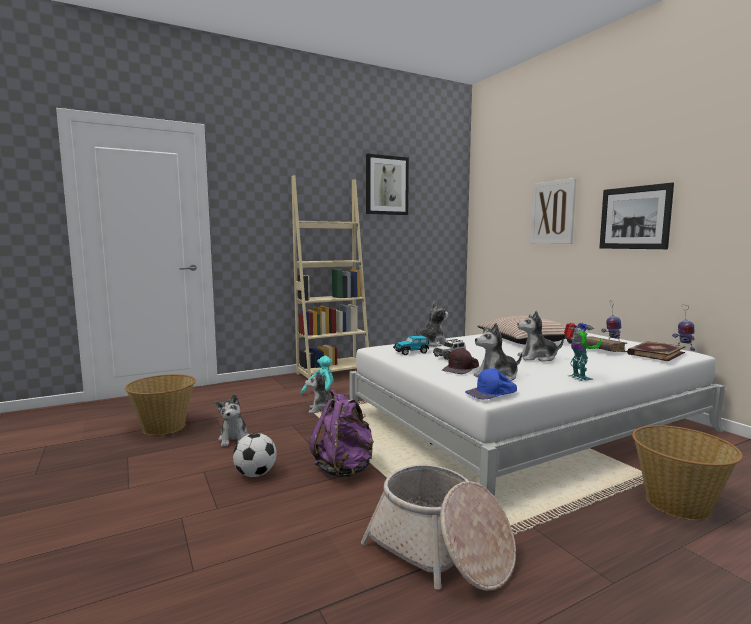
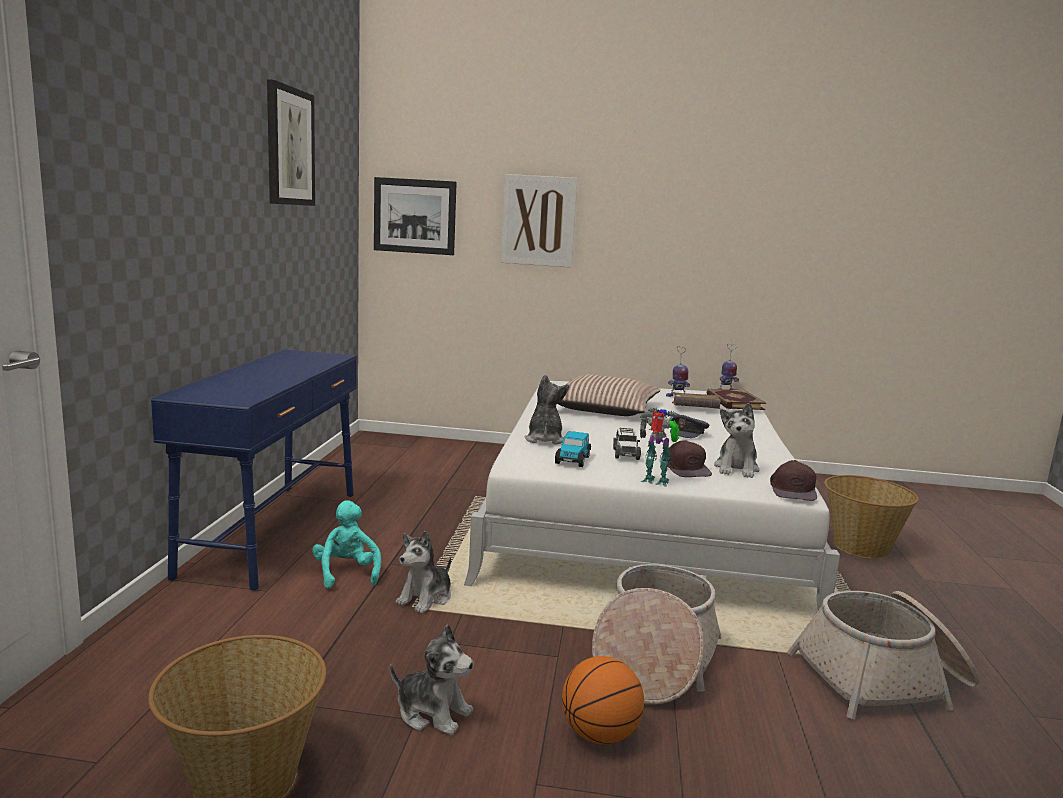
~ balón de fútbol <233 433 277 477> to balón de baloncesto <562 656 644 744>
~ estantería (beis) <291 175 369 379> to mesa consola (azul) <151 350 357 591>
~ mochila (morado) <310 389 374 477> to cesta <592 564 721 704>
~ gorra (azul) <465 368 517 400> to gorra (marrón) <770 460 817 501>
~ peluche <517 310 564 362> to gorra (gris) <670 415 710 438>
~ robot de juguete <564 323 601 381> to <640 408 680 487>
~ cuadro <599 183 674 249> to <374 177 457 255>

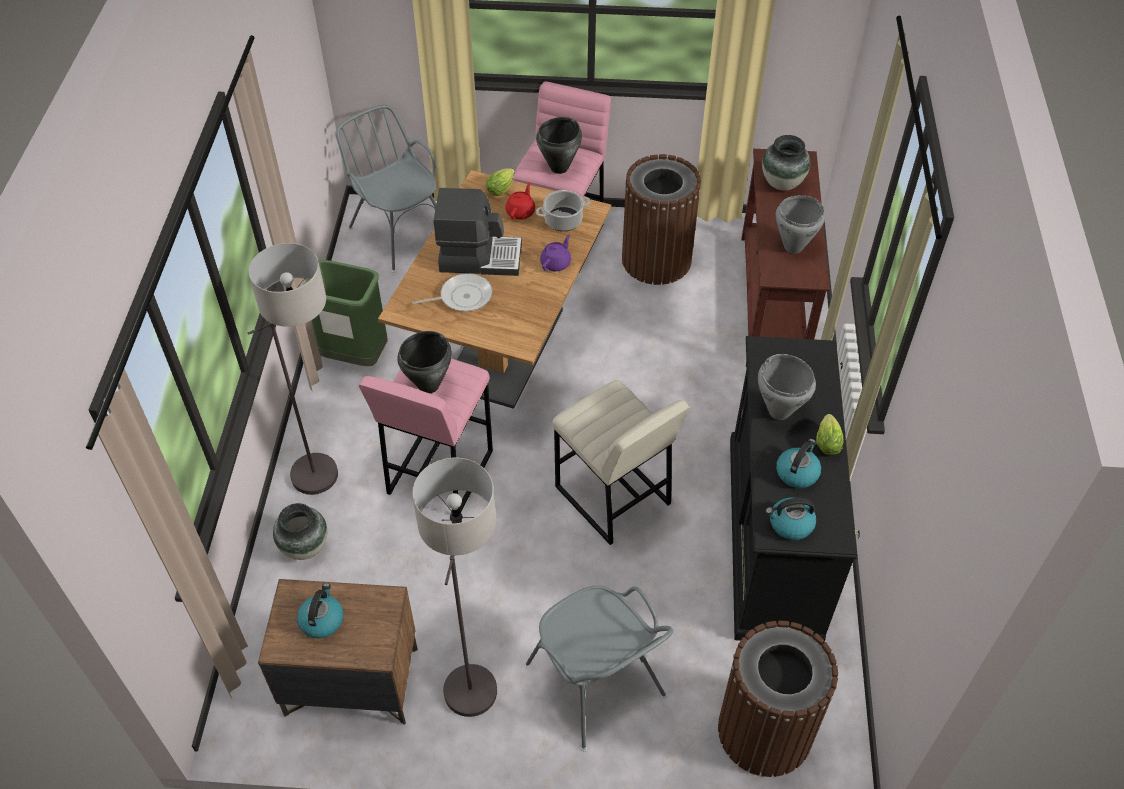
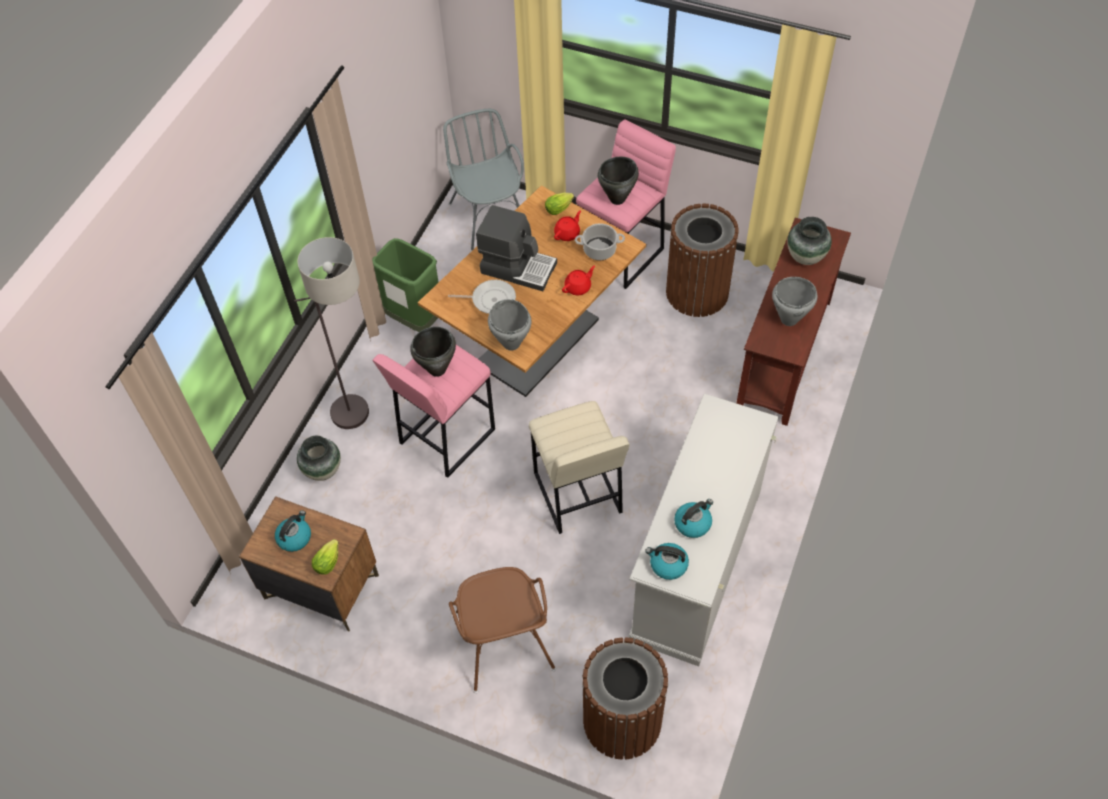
- lámpara de pie (gris) <412 458 497 717>
~ silla (gris) <525 585 673 751> to silla (marrón) <449 567 556 693>
~ tetera (morado) <540 234 571 271> to tetera (rojo) <562 265 595 295>
~ cómoda (negro) <730 336 860 643> to cómoda (blanco) <628 394 779 666>
~ olla (gris) <758 354 816 420> to <488 299 531 351>
~ lechuga <816 414 844 455> to <312 539 339 575>

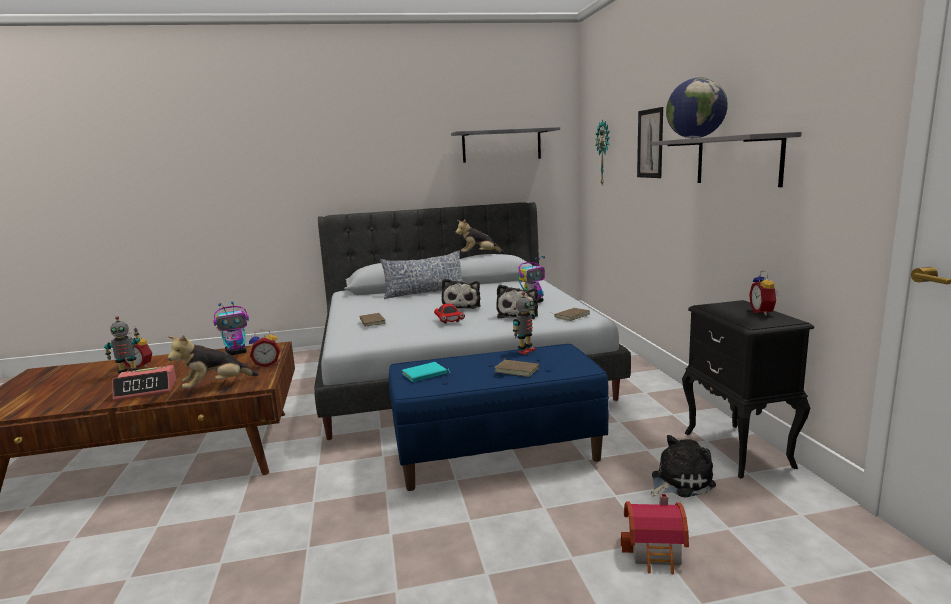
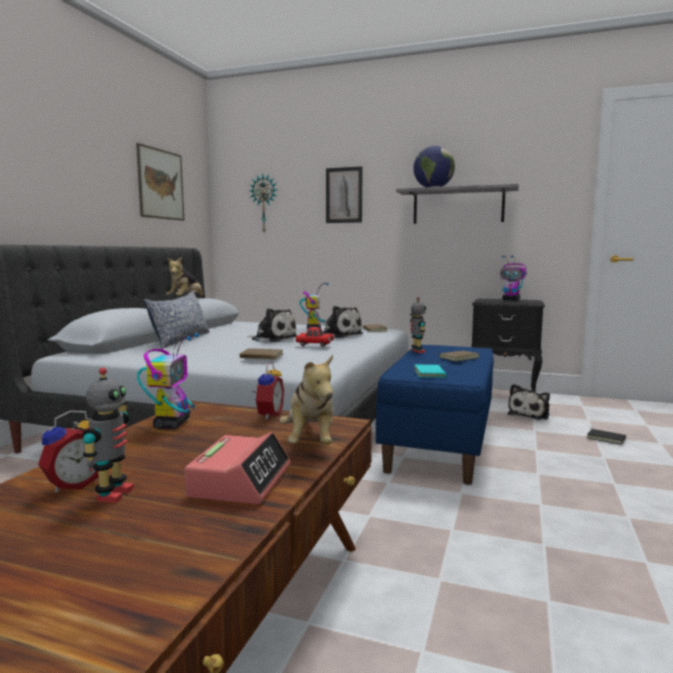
~ estante (gris) <451 127 560 163> to cuadro <136 143 185 221>
~ casita <621 493 689 574> to libro (negro) <586 427 626 445>
~ peluche <650 435 716 497> = <508 384 550 420> 150 degrees counterclockwise
~ despertador <749 271 779 316> to robot de juguete <500 256 527 300>

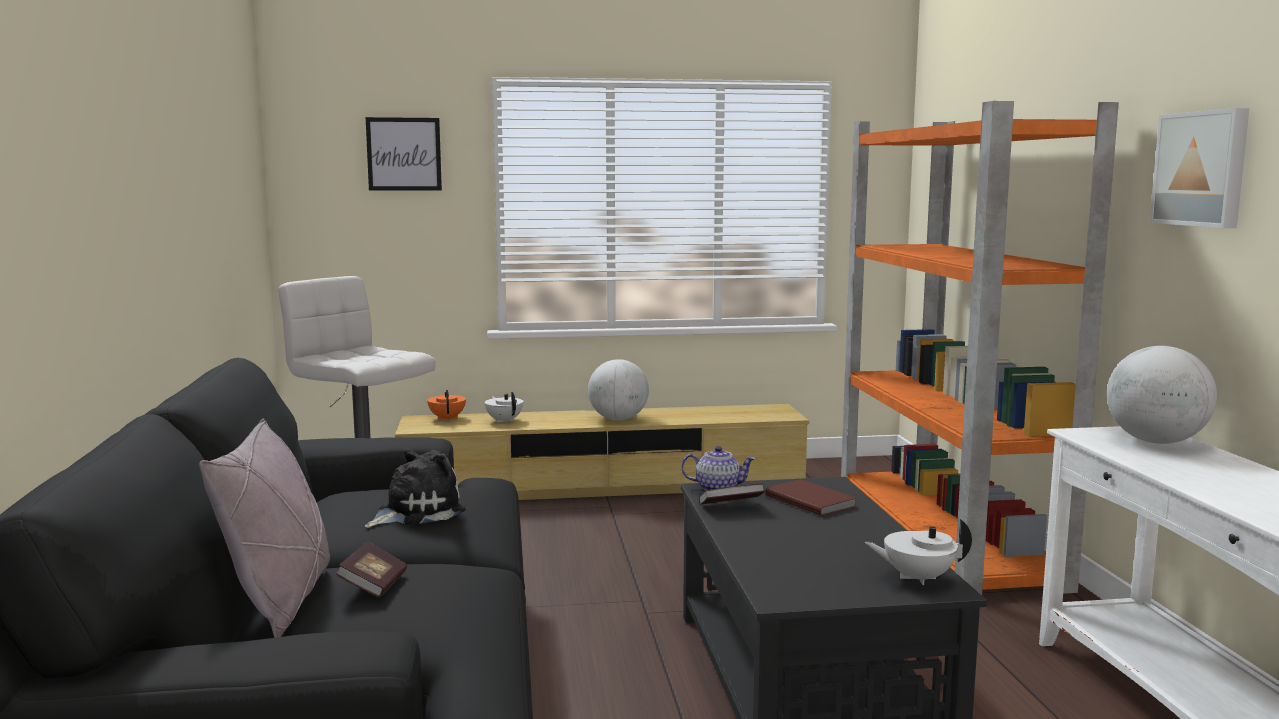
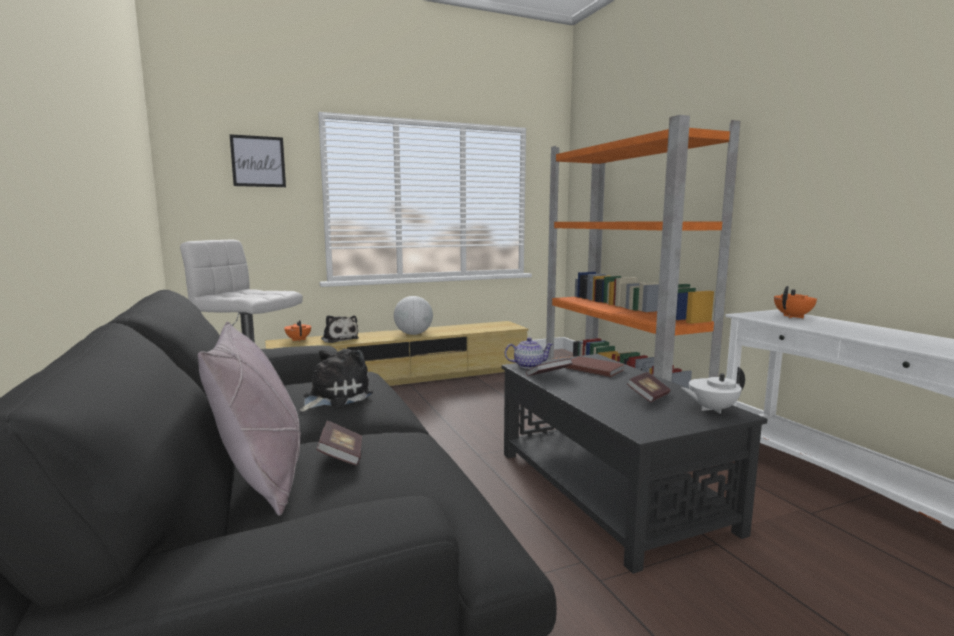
~ tetera (blanco) <485 392 523 423> to peluche <321 315 359 343>
~ globo terráqueo <1107 346 1217 444> to tetera (naranja) <774 286 817 318>
- cuadro <1150 108 1249 228>
+ libro <627 372 670 402>

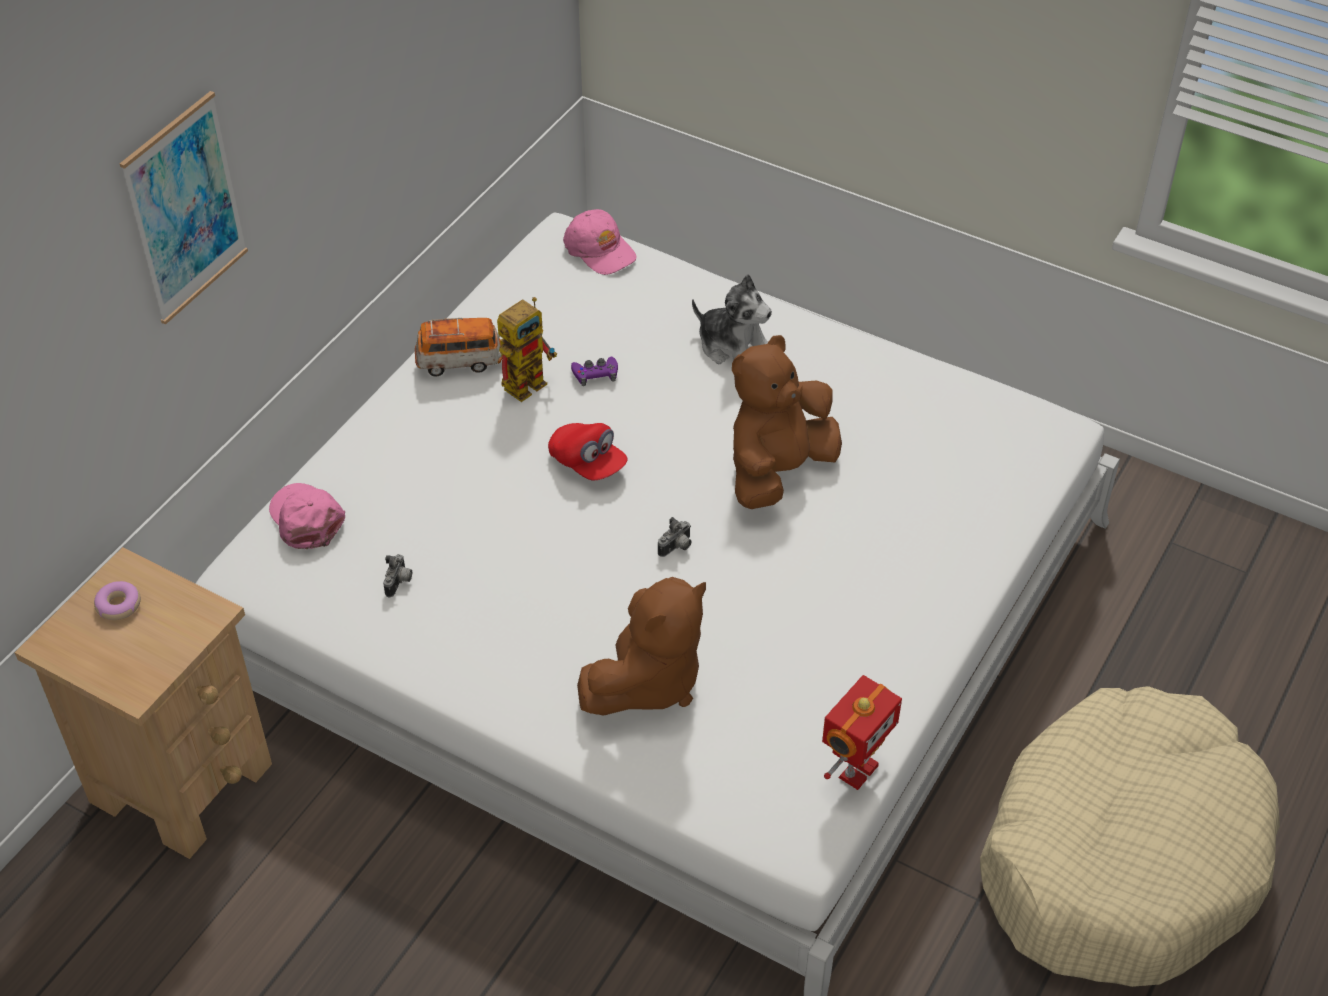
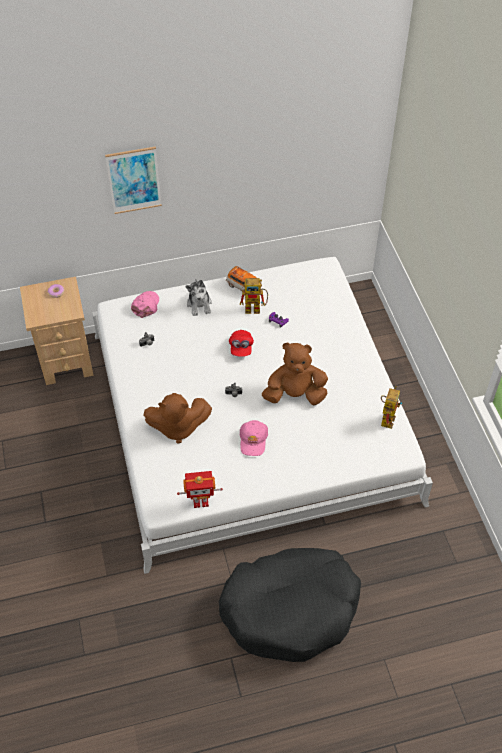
~ gorra (rosa) <563 209 637 275> to <239 420 268 456>
~ peluche <692 274 772 364> to <186 280 212 316>
~ cama para perro (beis) <980 686 1280 987> to cama para perro (negro) <219 548 361 662>
+ robot de juguete <381 386 402 429>

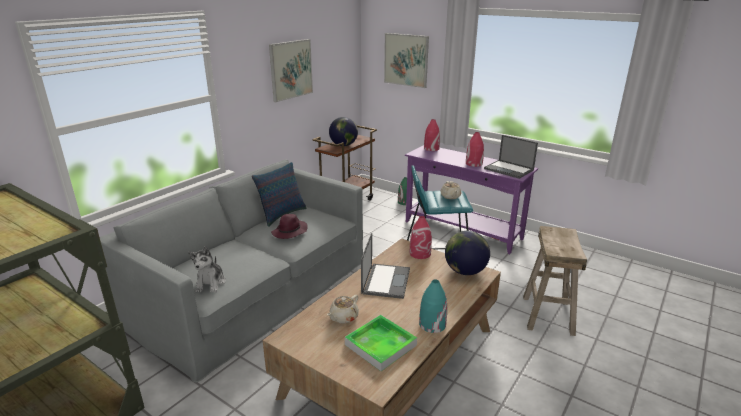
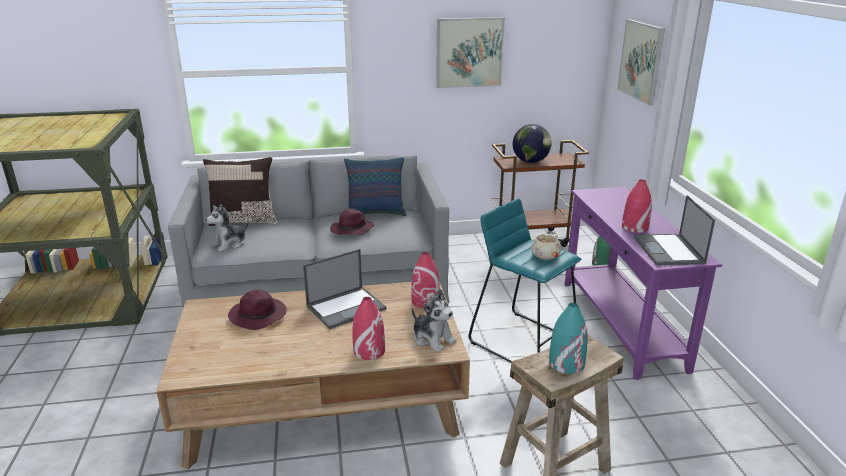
~ tetera (beis) <327 295 359 324> to sombrero (morado) <228 290 287 330>
- bandeja <345 315 417 371>
~ florero (turquesa) <419 279 447 333> to <549 303 588 374>
~ florero (rojo) <424 119 440 151> to <353 297 385 360>
~ globo terráqueo <445 231 490 275> to peluche <412 289 457 352>
+ cojín <203 157 277 226>

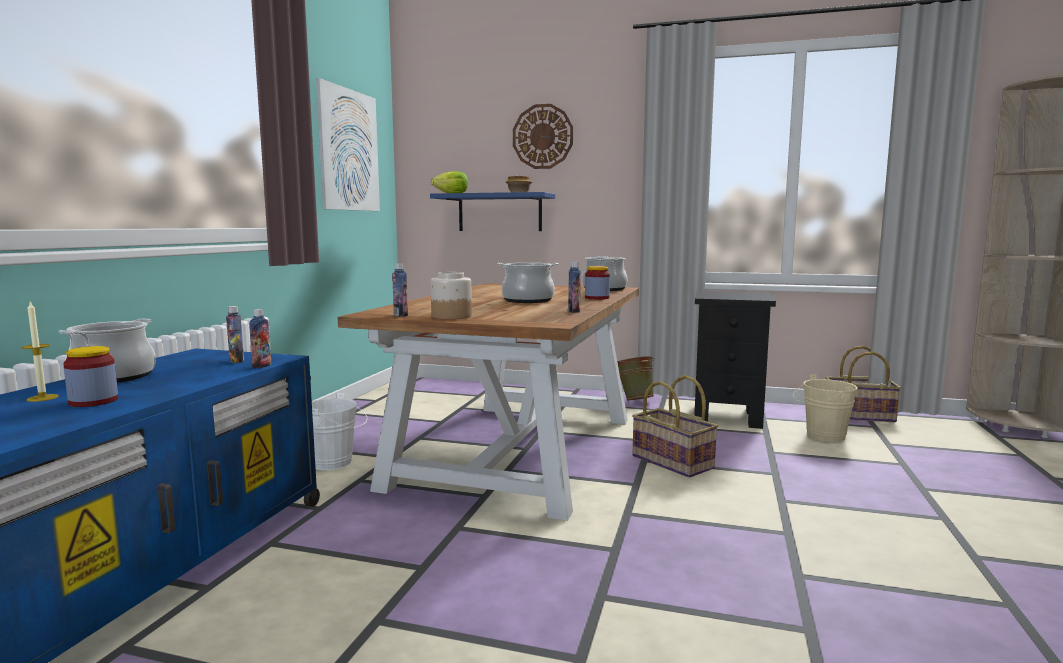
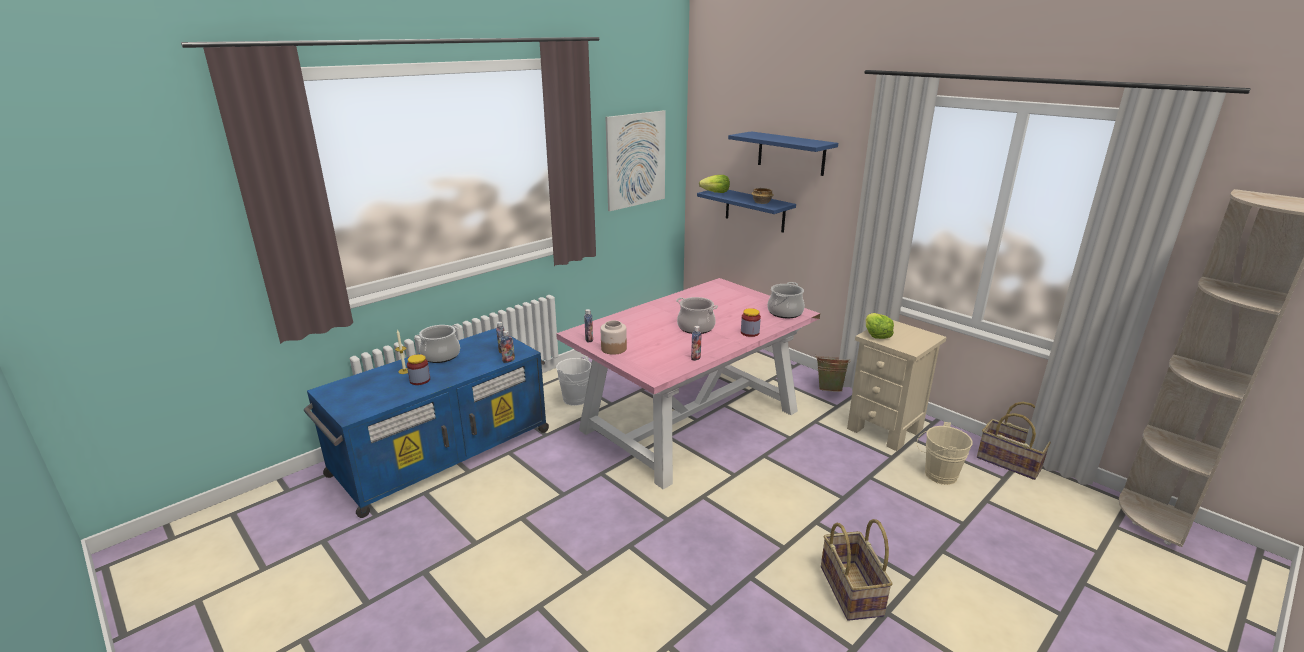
~ mesa de comedor (marrón) <338 283 639 521> to mesa de comedor (rosa) <556 278 820 489>
~ reloj de pared <513 104 573 169> to estante (azul) <728 131 838 176>
~ cesta <632 375 718 478> to <821 519 893 621>
~ mesita de noche (negro) <694 291 776 429> to mesita de noche (beis) <847 320 947 451>
+ lechuga <865 313 894 339>

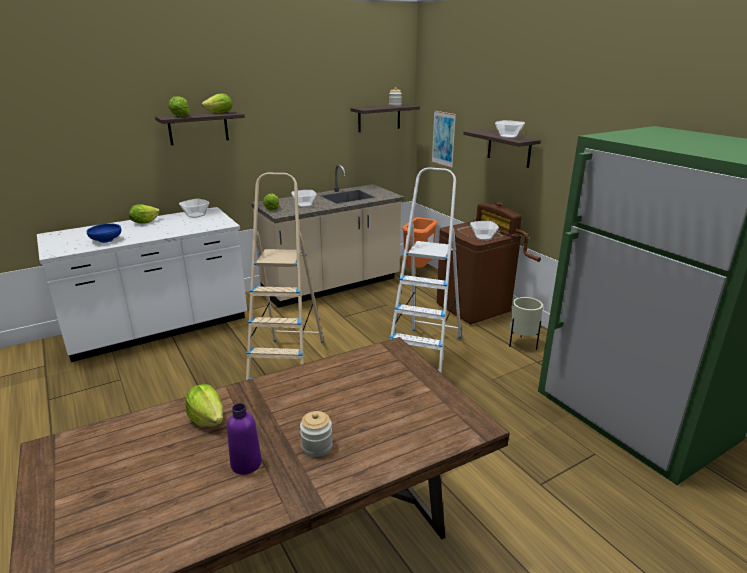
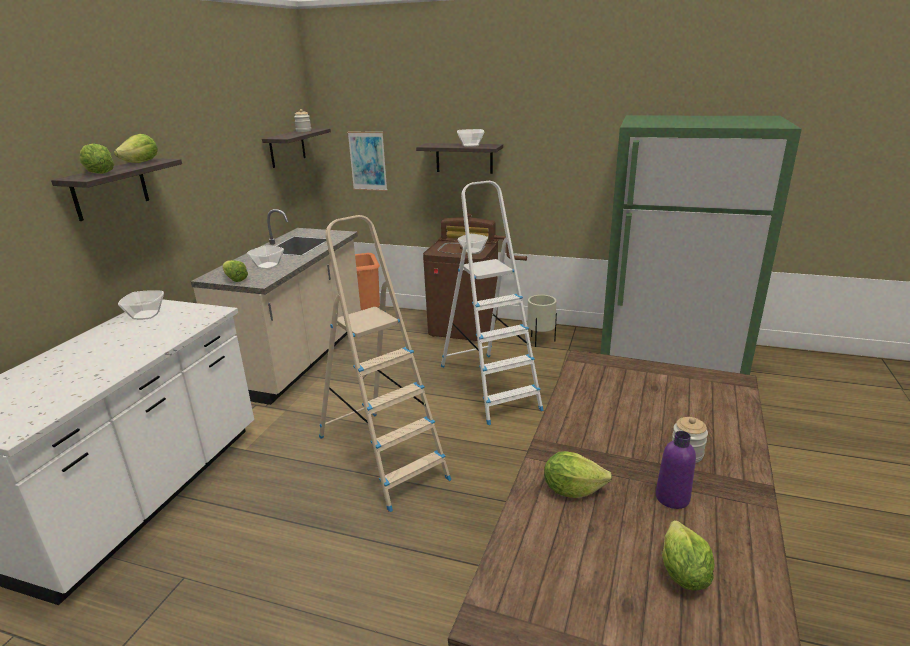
- cuenco (azul) <87 223 121 243>
~ lechuga <129 205 160 223> to <662 520 715 591>

